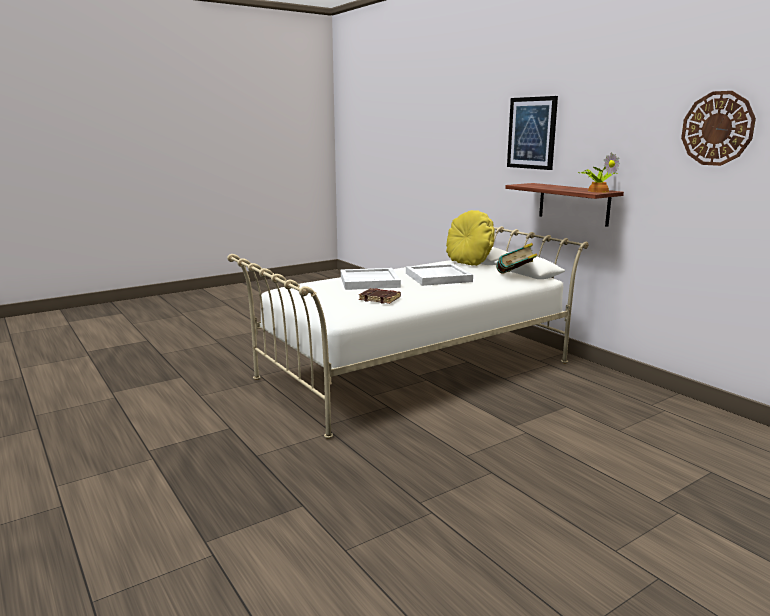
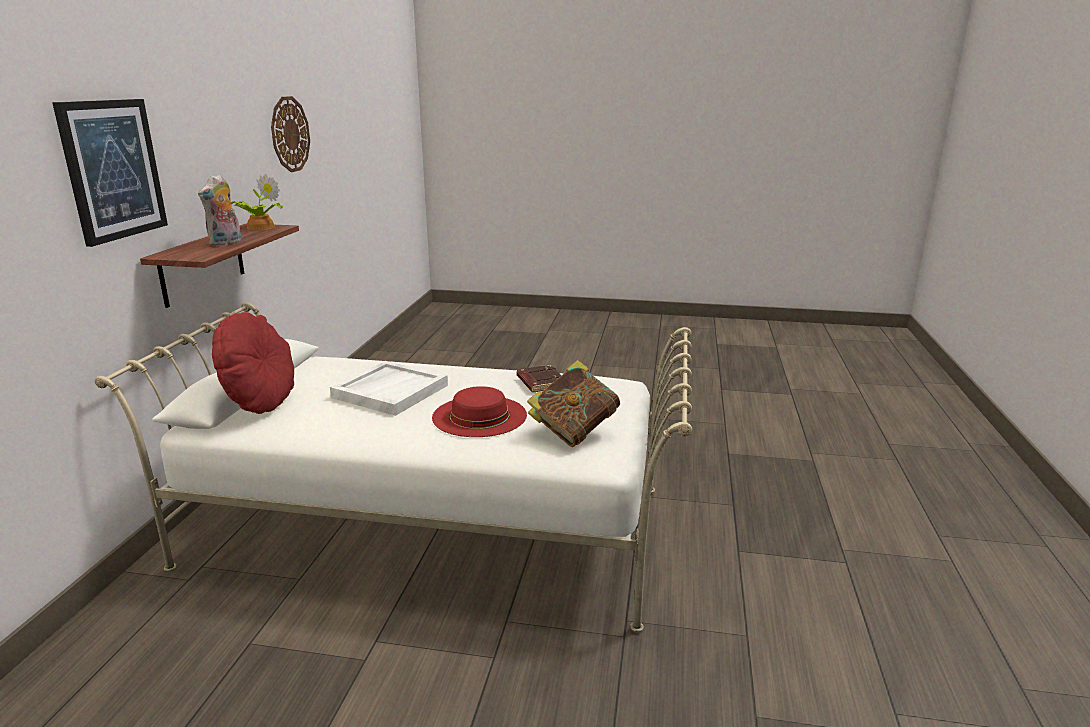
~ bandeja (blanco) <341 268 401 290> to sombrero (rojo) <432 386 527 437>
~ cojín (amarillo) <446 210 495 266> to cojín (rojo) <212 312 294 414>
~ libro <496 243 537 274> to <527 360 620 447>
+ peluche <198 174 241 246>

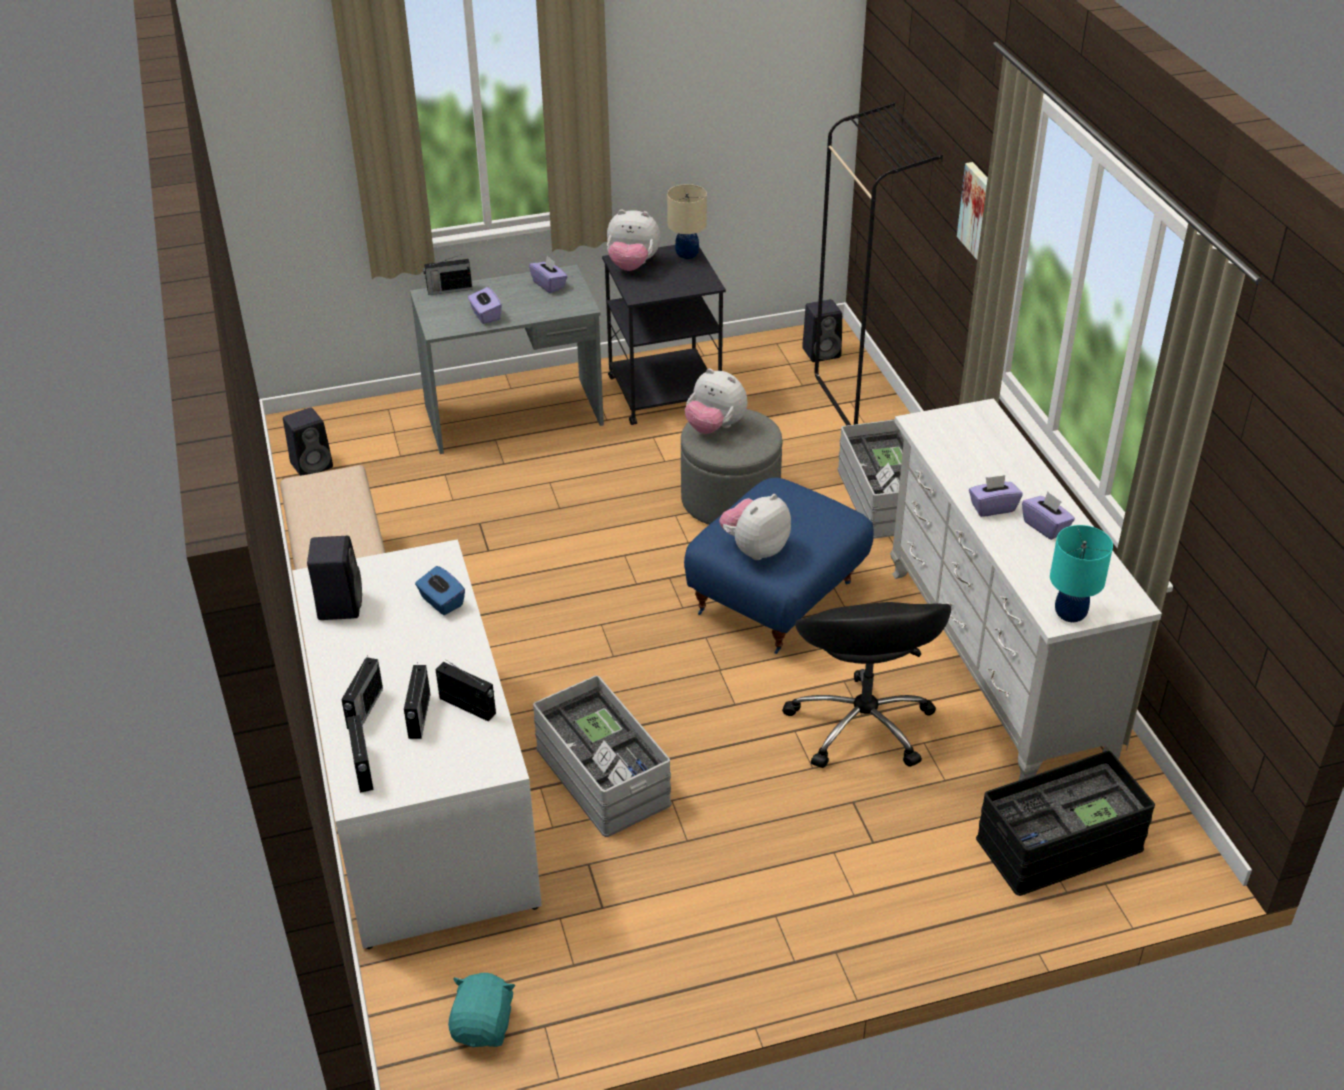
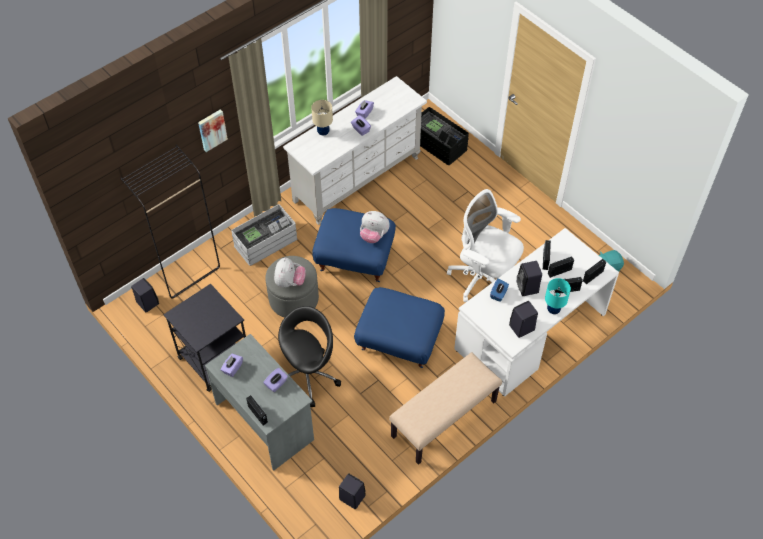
~ caja de almacenaje (gris) <533 675 672 837> to silla de oficina (blanco) <447 189 524 302>
- peluche <607 209 661 271>
~ lámpara de mesa (beis) <667 184 707 259> to <311 100 333 135>
~ silla de oficina (negro) <782 602 951 768> to <278 306 341 407>
~ lámpara de mesa (turquesa) <1050 525 1113 622> to <545 278 571 314>
+ puf (azul) <354 287 445 368>
+ altavoz (negro) <517 261 542 296>

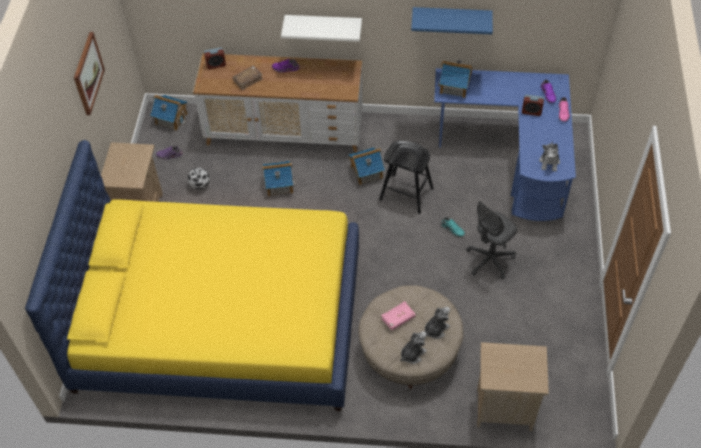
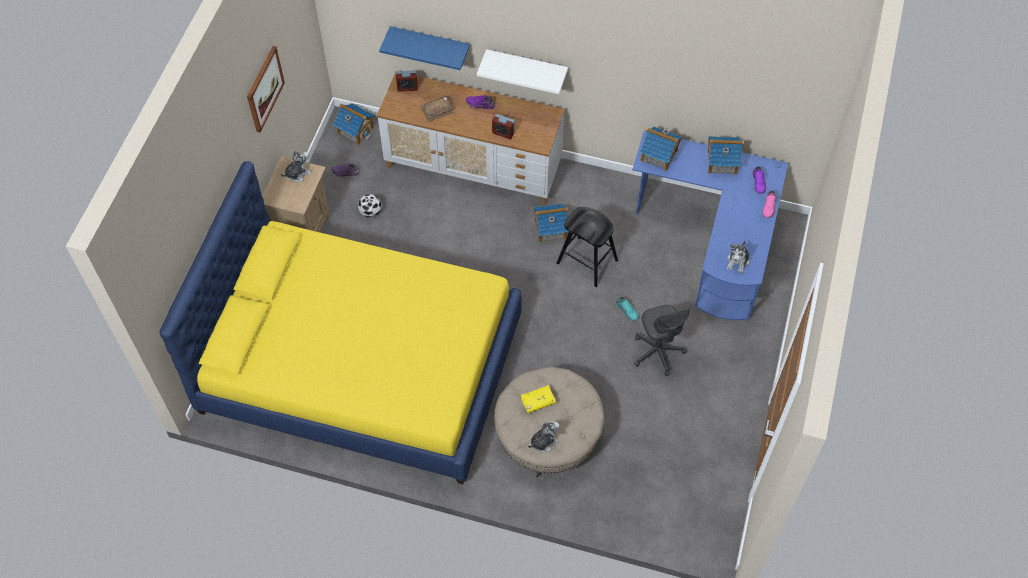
~ casita <262 161 296 196> to <708 136 744 175>
~ libro (rosa) <381 301 416 331> to libro (amarillo) <520 385 556 413>
~ estante (azul) <411 7 493 34> to <379 26 470 70>
~ peluche <425 307 450 339> to <281 150 312 182>
~ silla de oficina (gris) <466 201 517 279> = <634 305 690 376> 75 degrees counterclockwise
- mesita de noche (beis) <477 342 549 431>
~ despertador <522 94 544 116> to <492 114 515 139>

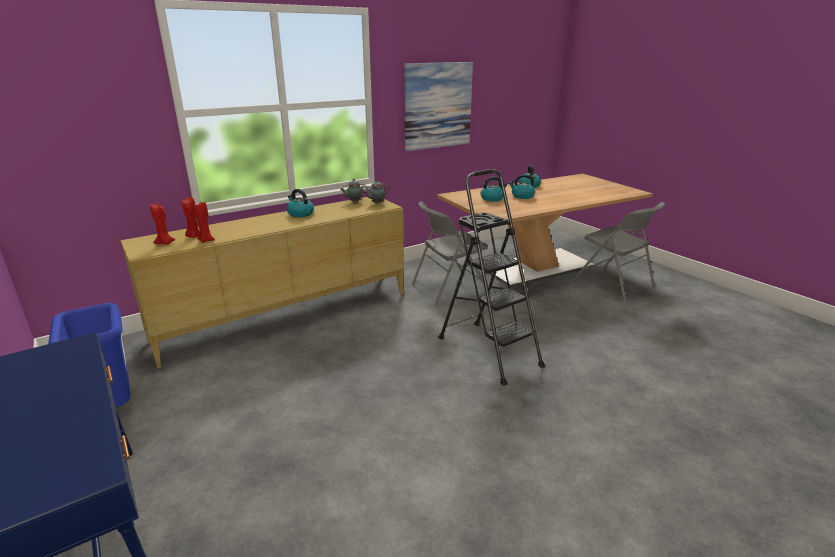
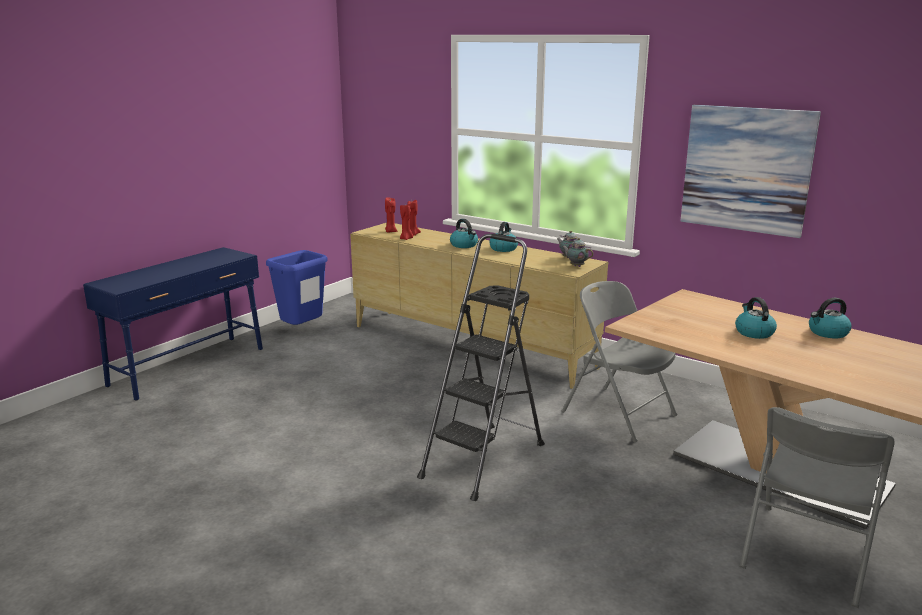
~ hervidor <481 177 507 202> to <450 219 478 248>

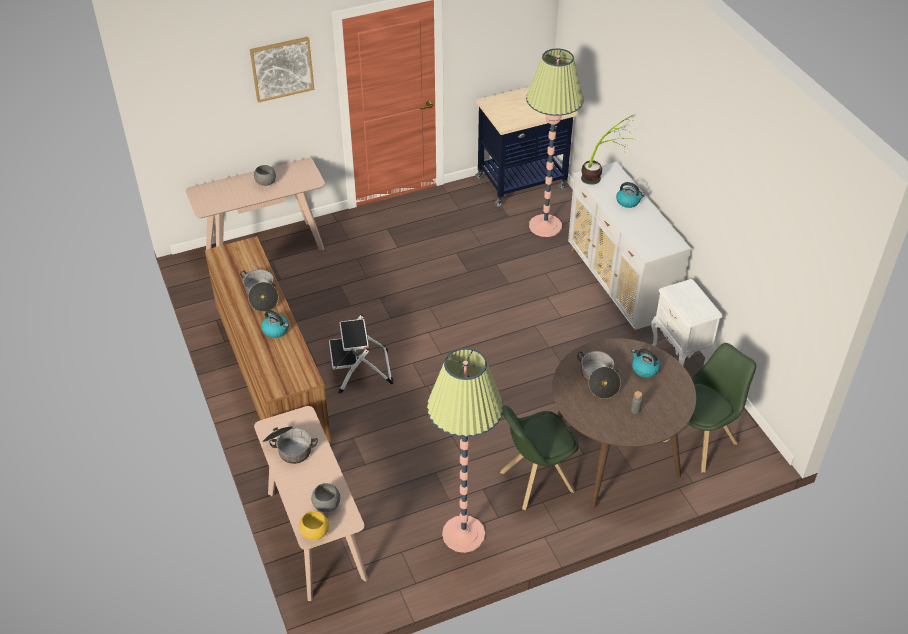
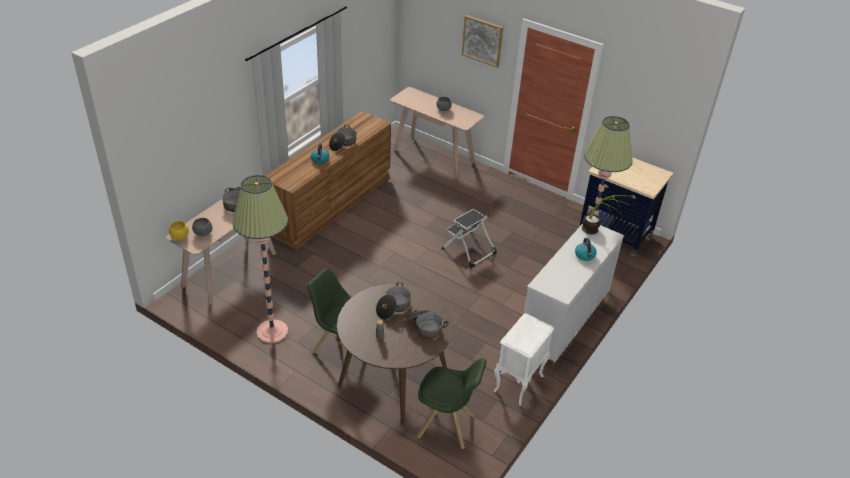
~ escalera de tijera <329 314 394 394> to <441 209 497 268>
~ hervidor <631 349 660 378> to olla <405 310 448 339>

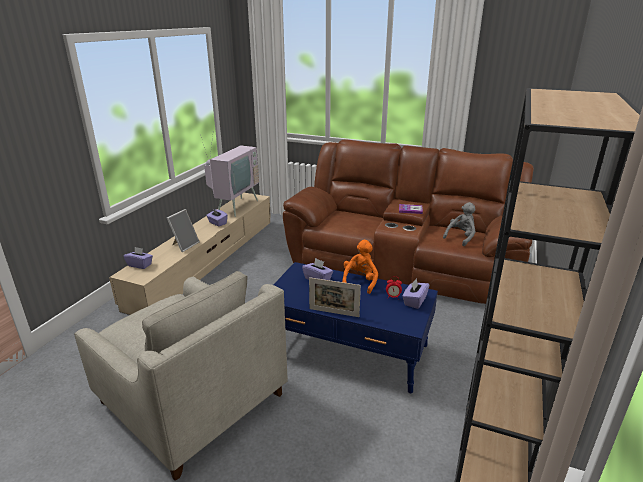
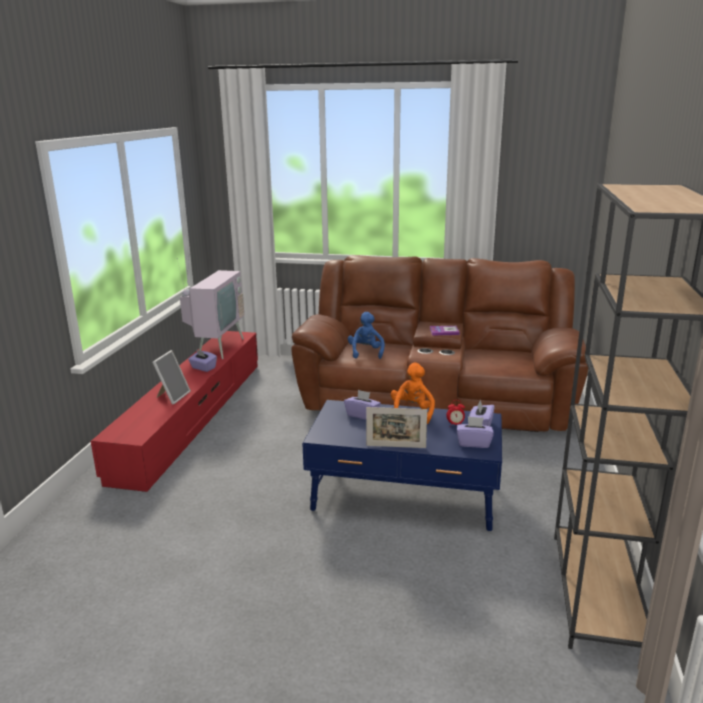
- sillón (beis) <74 271 288 480>
~ mueble de televisión (beis) <109 193 271 315> to mueble de televisión (rojo) <91 331 258 492>
~ caja de pañuelos (morado) <124 247 153 269> to <457 416 494 448>
- peluche (gris) <443 202 475 246>
+ peluche (azul) <348 312 385 359>

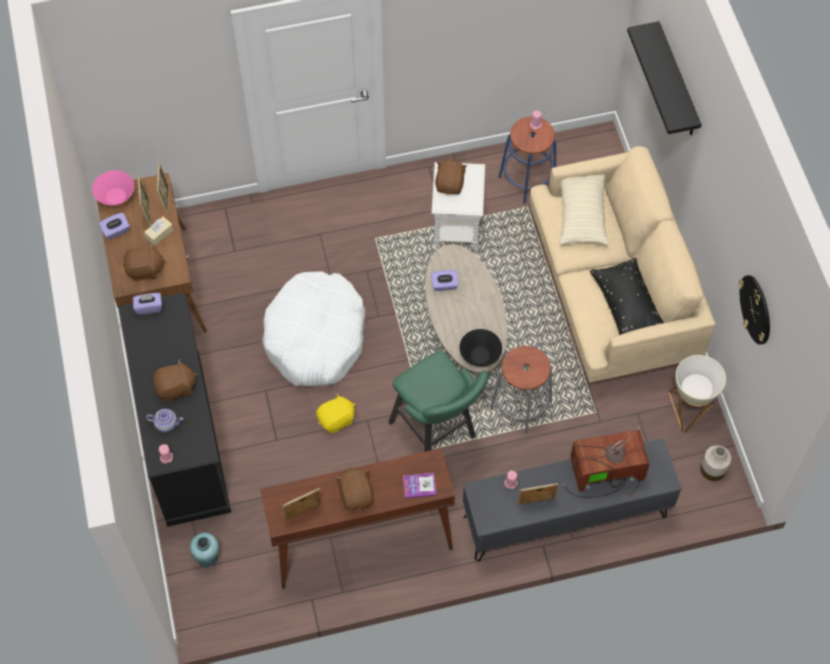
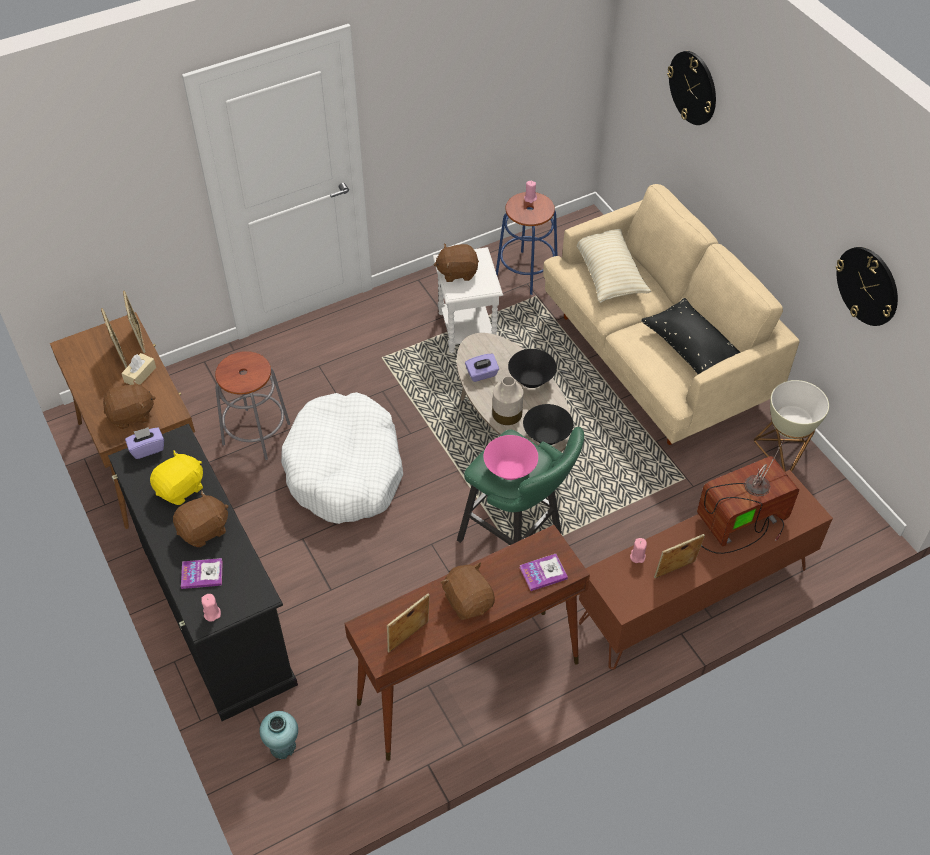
~ cuenco (rosa) <92 170 134 206> to <483 435 538 480>
- caja de pañuelos (morado) <99 212 130 239>
~ tetera <146 409 183 433> to libro <181 558 223 589>
~ peluche (amarillo) <316 393 355 433> to <150 450 203 505>
~ peluche (marrón) <435 159 467 194> = <434 243 479 282> 90 degrees counterclockwise
~ mueble de televisión (gris) <463 438 682 562> to mueble de televisión (marrón) <579 470 833 670>
~ taburete (gris) <490 346 552 434> to <215 351 290 460>
~ estante (negro) <627 21 702 135> to reloj de pared <667 51 716 125>
~ florero (beis) <700 445 731 481> to <492 376 523 425>
+ cuenco (negro) <508 349 557 388>

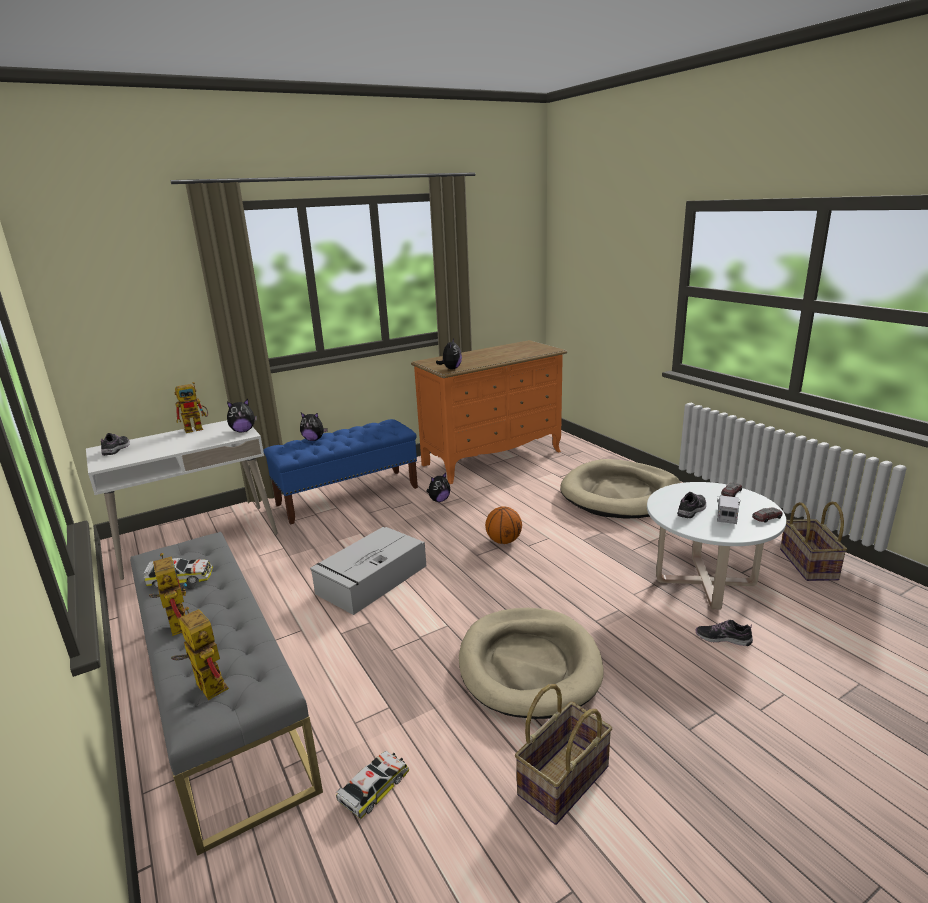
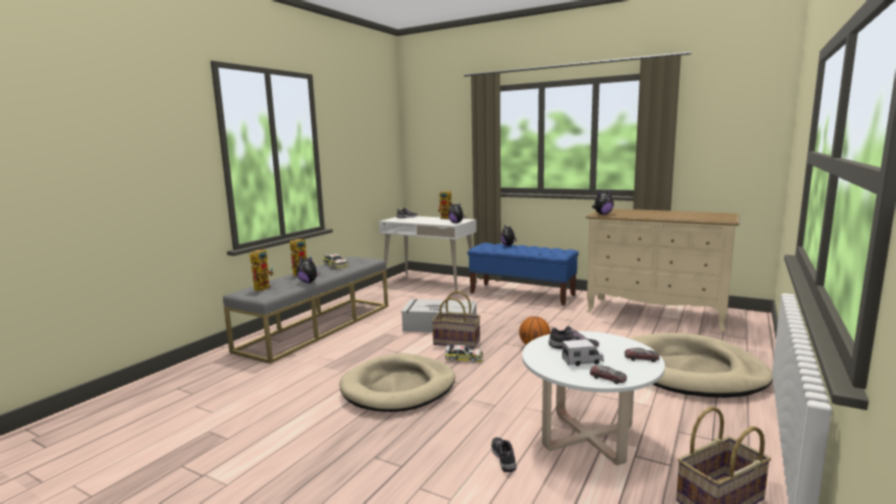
~ coche de juguete <336 751 409 819> to <445 345 483 362>
~ cómoda (naranja) <411 340 567 484> to cómoda (beis) <586 209 740 331>
~ peluche <426 473 450 502> to <297 257 321 283>
~ cesta <515 684 612 825> to <432 291 480 348>

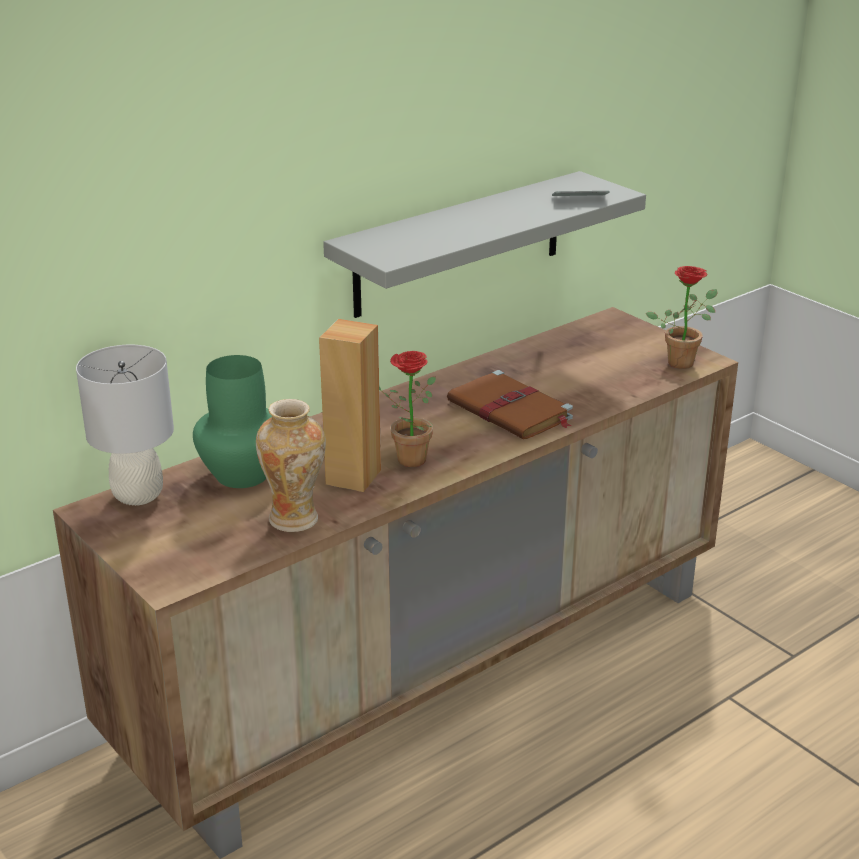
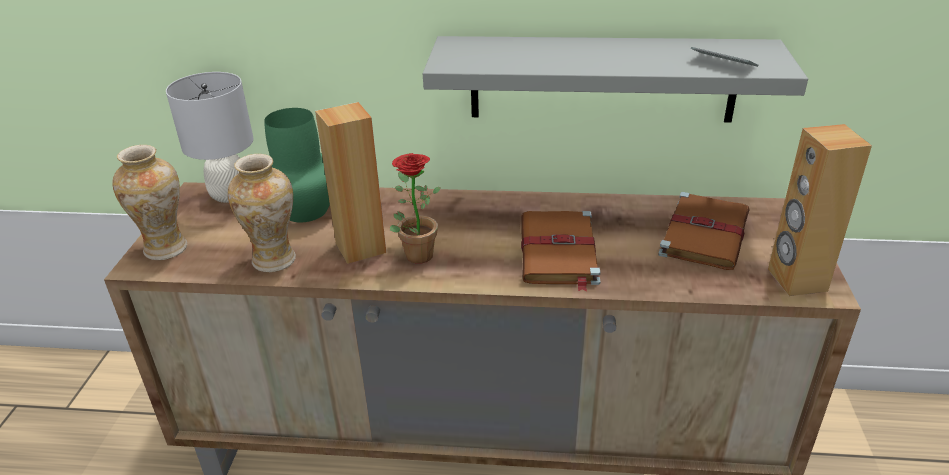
~ planta en maceta <646 266 717 369> to altavoz (marrón) <768 124 872 296>
+ florero <112 145 187 260>
+ libro (marrón) <658 192 750 270>

